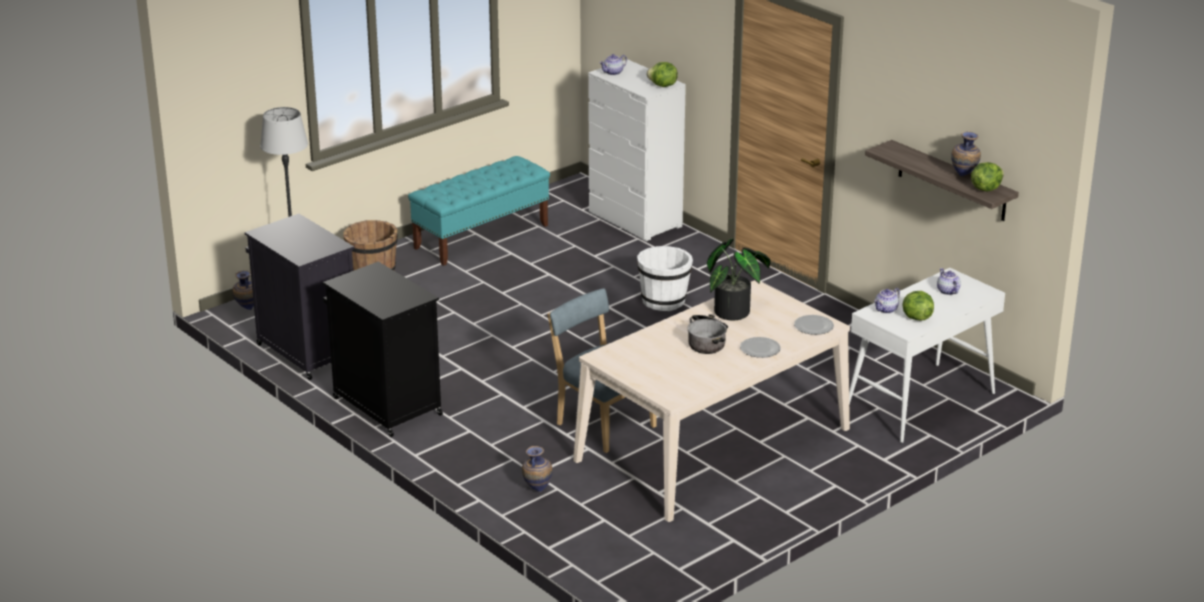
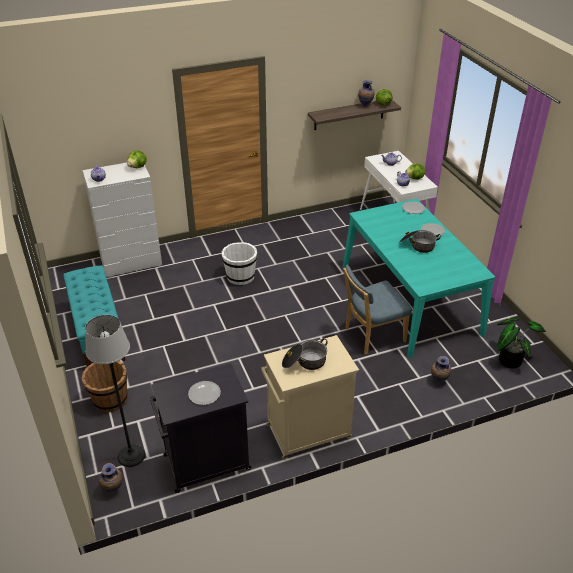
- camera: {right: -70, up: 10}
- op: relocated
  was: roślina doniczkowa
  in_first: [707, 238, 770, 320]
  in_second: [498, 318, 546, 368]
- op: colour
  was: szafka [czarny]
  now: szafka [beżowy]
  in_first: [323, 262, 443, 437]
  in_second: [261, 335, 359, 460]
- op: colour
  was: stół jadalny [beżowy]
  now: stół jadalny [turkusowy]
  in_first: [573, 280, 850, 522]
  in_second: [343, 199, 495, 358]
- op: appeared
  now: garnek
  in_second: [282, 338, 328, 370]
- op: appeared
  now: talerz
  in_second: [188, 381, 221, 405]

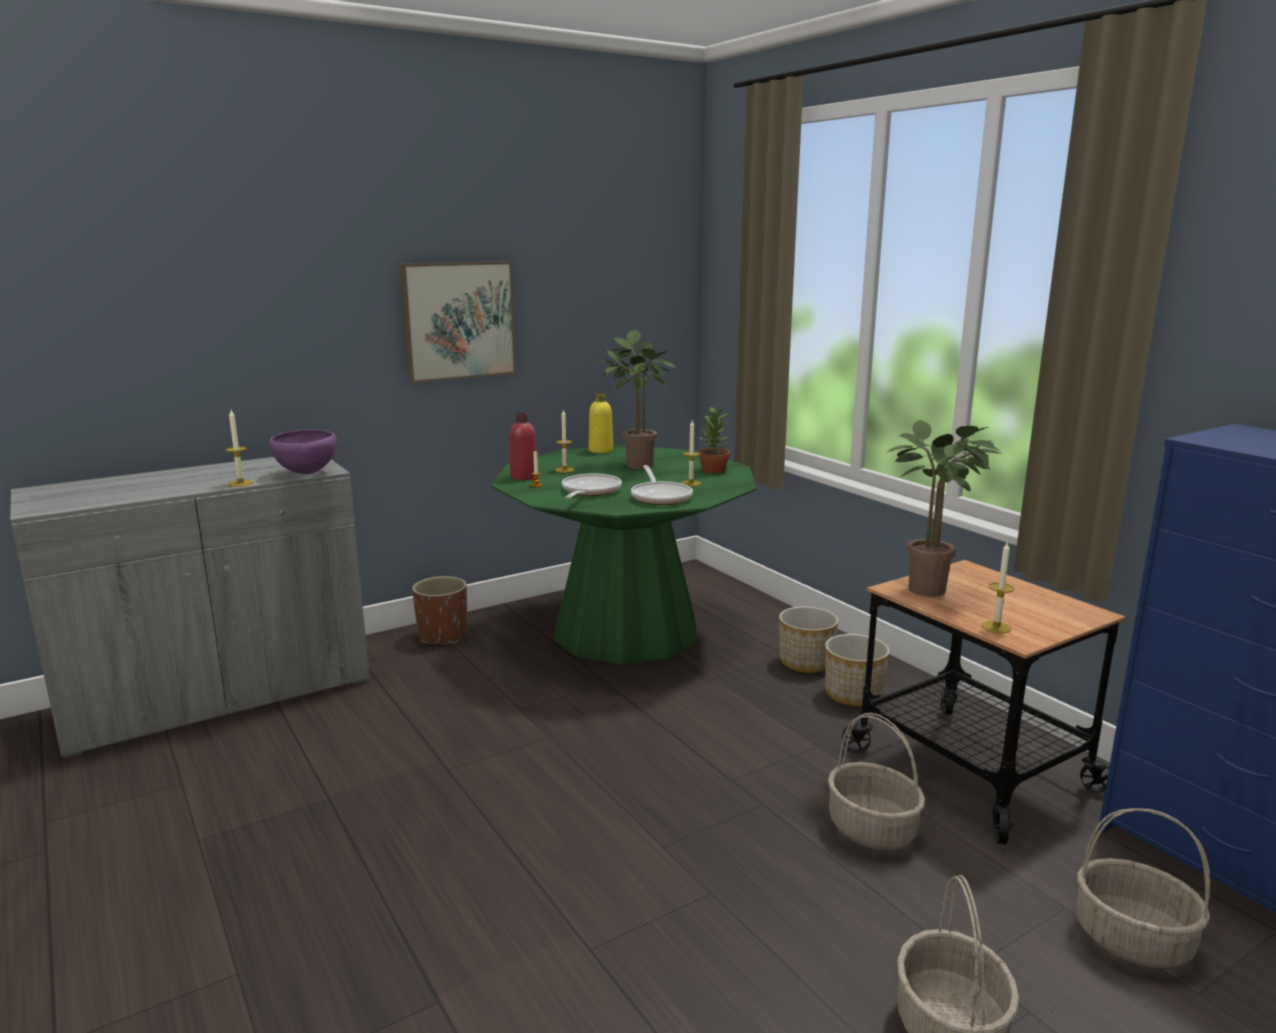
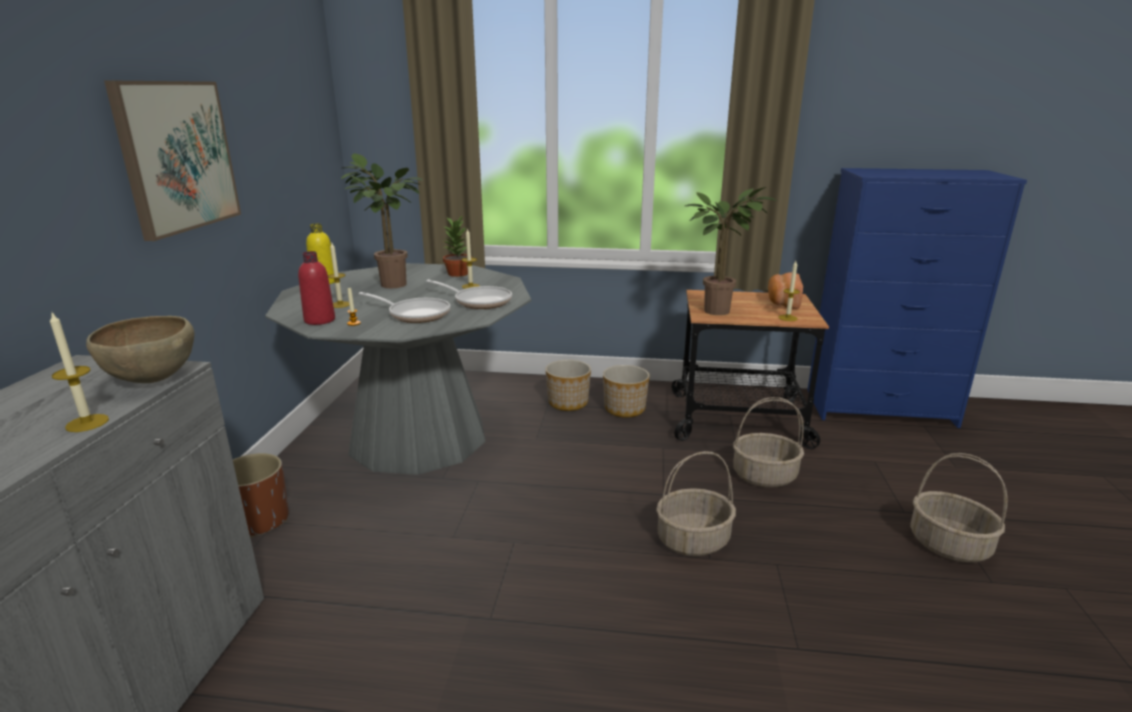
- camera: {right: -50, up: 5}
- op: colour
  was: miska [fioletowy]
  now: miska [brązowy]
  in_first: [269, 429, 337, 474]
  in_second: [86, 316, 194, 383]
- op: colour
  was: stół jadalny [zielony]
  now: stół jadalny [szary]
  in_first: [491, 446, 756, 664]
  in_second: [265, 263, 531, 475]
- op: spun
  was: patelnia
  in_first: [562, 473, 622, 498]
  in_second: [358, 292, 451, 323]
  clockwise: 150
- op: relocated
  was: koszyk
  in_first: [1076, 808, 1210, 968]
  in_second: [656, 451, 736, 556]
- op: appeared
  now: chleb
  in_second: [768, 272, 803, 309]

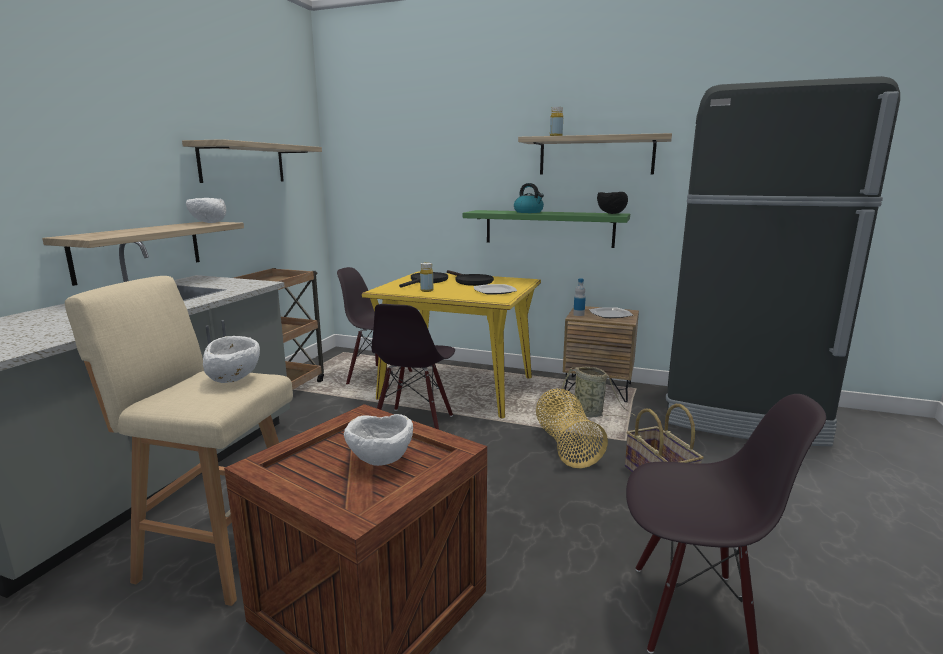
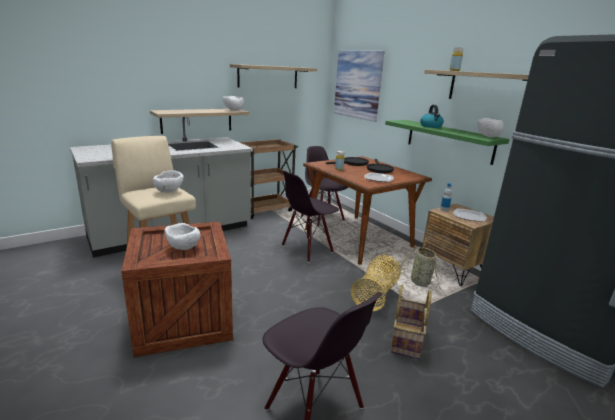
- camera: {right: 35, up: 5}
- op: colour
  was: miska [czarny]
  now: miska [biały]
  in_first: [597, 192, 628, 214]
  in_second: [477, 118, 504, 137]
- op: colour
  was: stół jadalny [żółty]
  now: stół jadalny [brązowy]
  in_first: [362, 272, 541, 418]
  in_second: [303, 156, 432, 265]
- op: appeared
  now: obraz
  in_second: [334, 51, 384, 122]

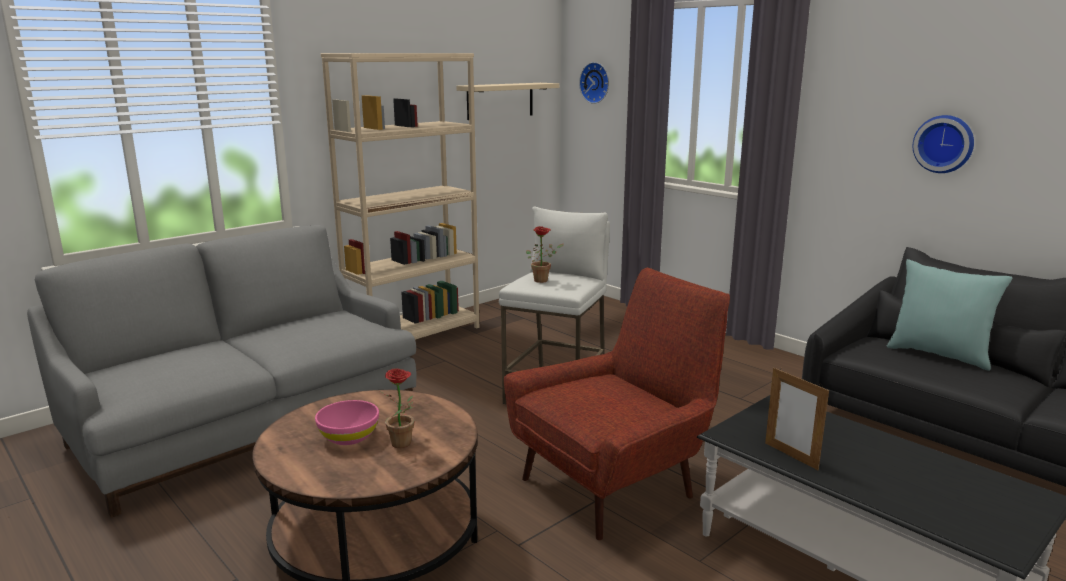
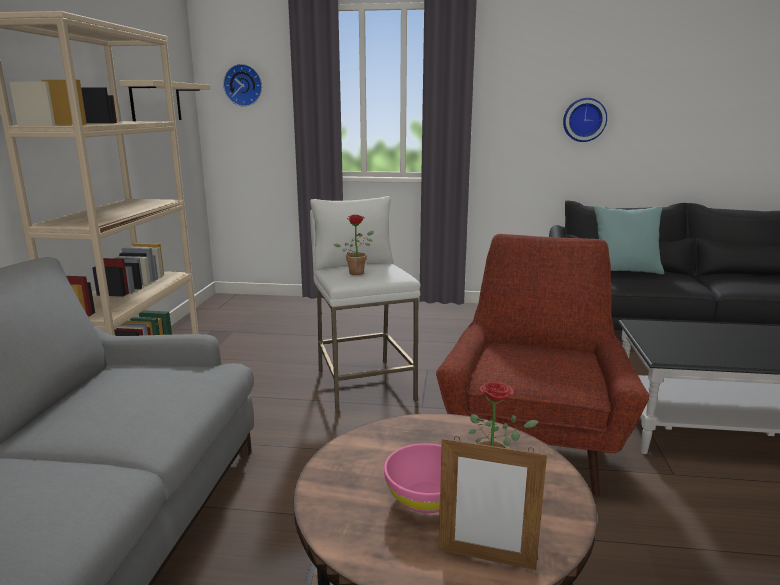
- camera: {right: -40, up: 0}
- op: relocated
  was: ramka na zdjęcie
  in_first: [765, 368, 829, 470]
  in_second: [438, 436, 547, 570]

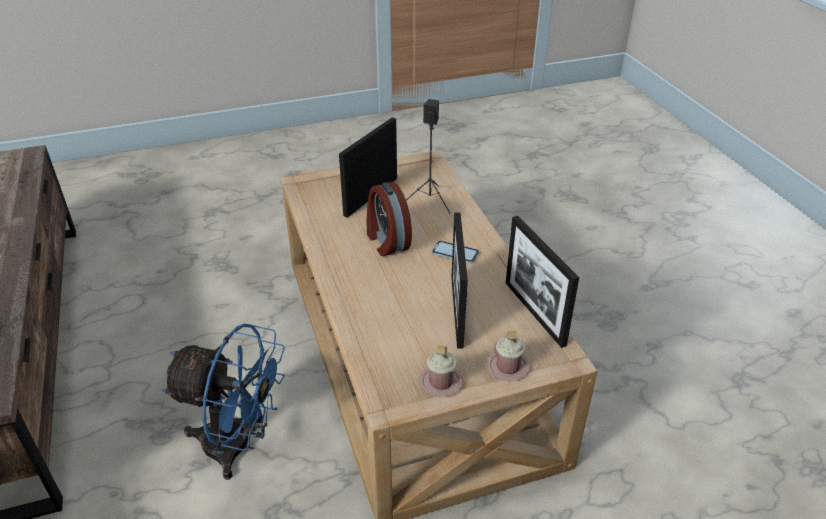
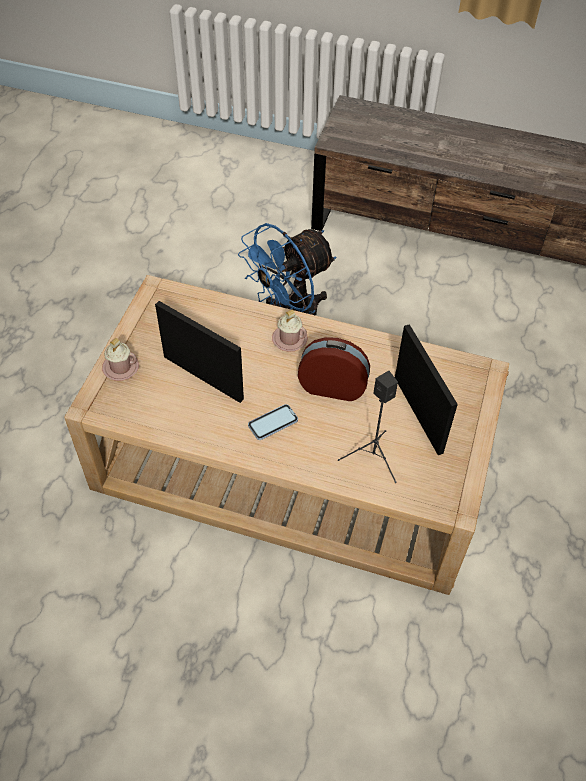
- camera: {right: 125, up: 15}
- op: missing
  was: ramka na zdjęcie
  in_first: [506, 216, 579, 348]
- op: relocated
  was: kubek [różowy]
  in_first: [419, 345, 463, 397]
  in_second: [272, 309, 308, 352]

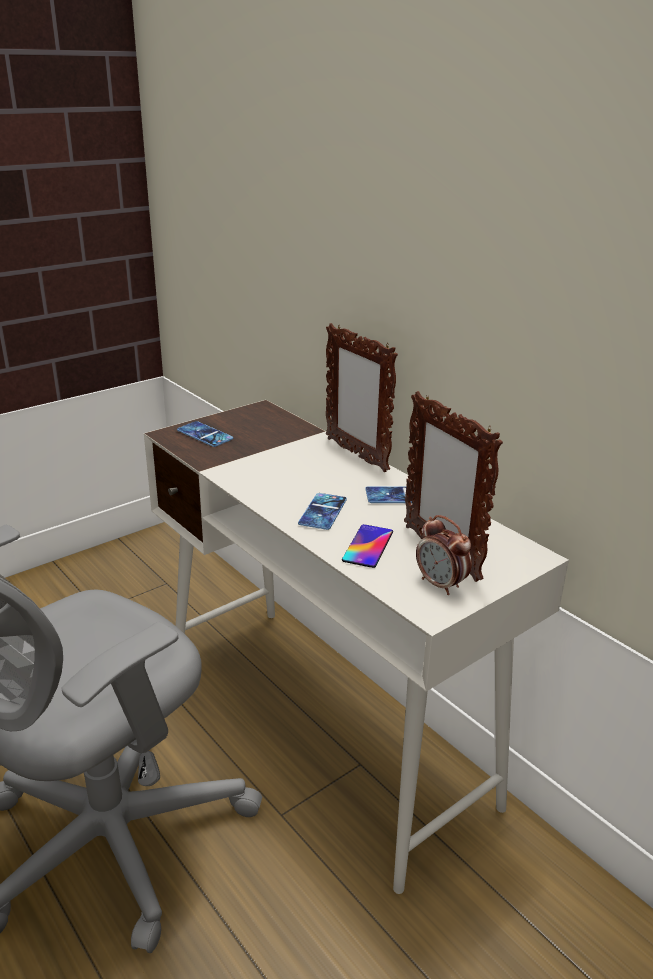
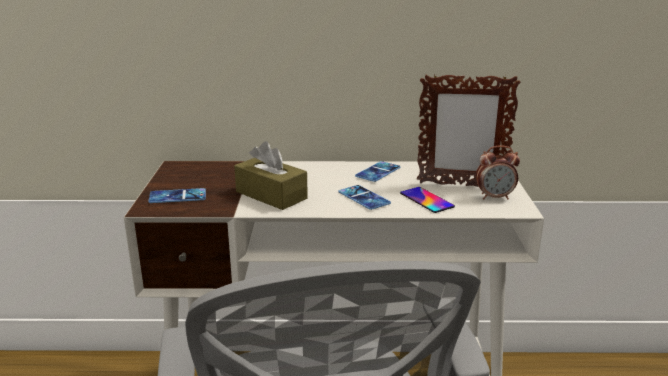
- camera: {right: -50, up: -5}
- op: missing
  was: ramka na zdjęcie
  in_first: [326, 323, 398, 472]
- op: appeared
  now: pudełko chusteczek [brązowy]
  in_second: [234, 141, 308, 210]

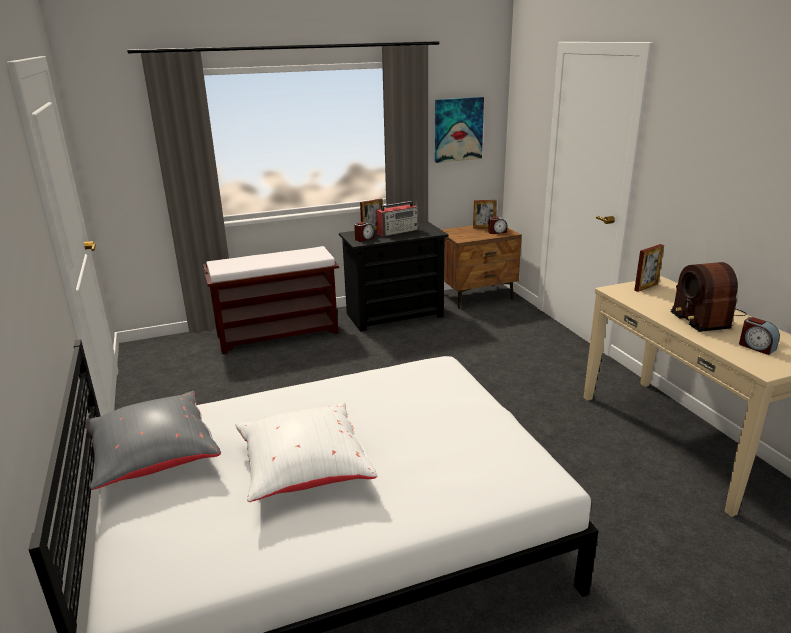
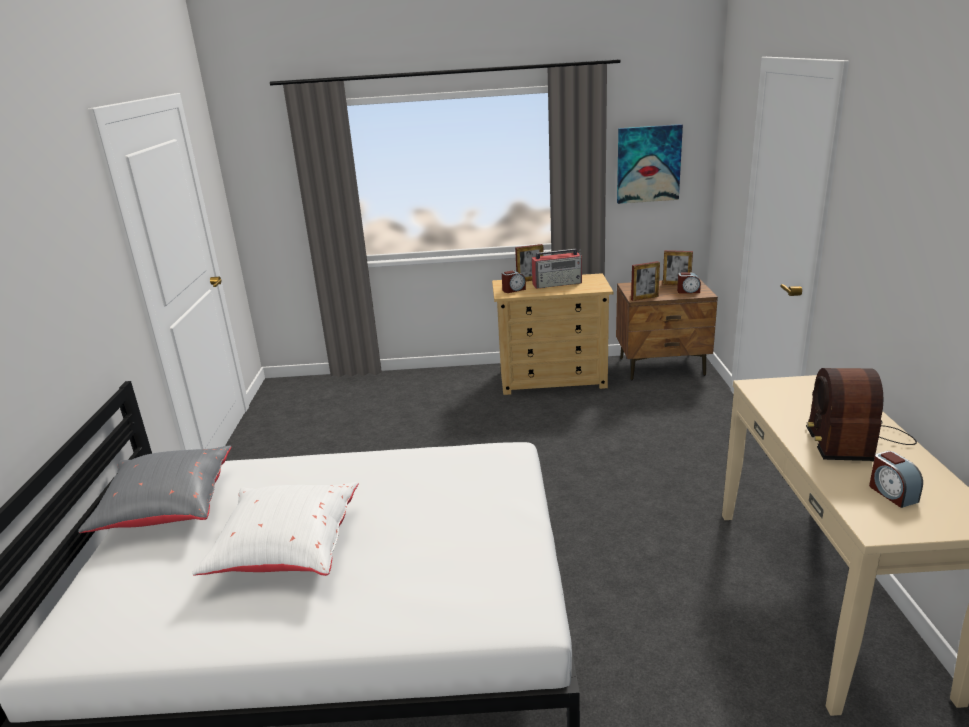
- camera: {right: 20, up: 0}
- op: colour
  was: komoda [czarny]
  now: komoda [beżowy]
  in_first: [339, 222, 448, 332]
  in_second: [492, 273, 613, 395]
- op: relocated
  was: ramka na zdjęcie
  in_first: [634, 244, 664, 292]
  in_second: [631, 261, 660, 301]
- op: missing
  was: ławka [brązowy]
  in_first: [203, 246, 339, 354]

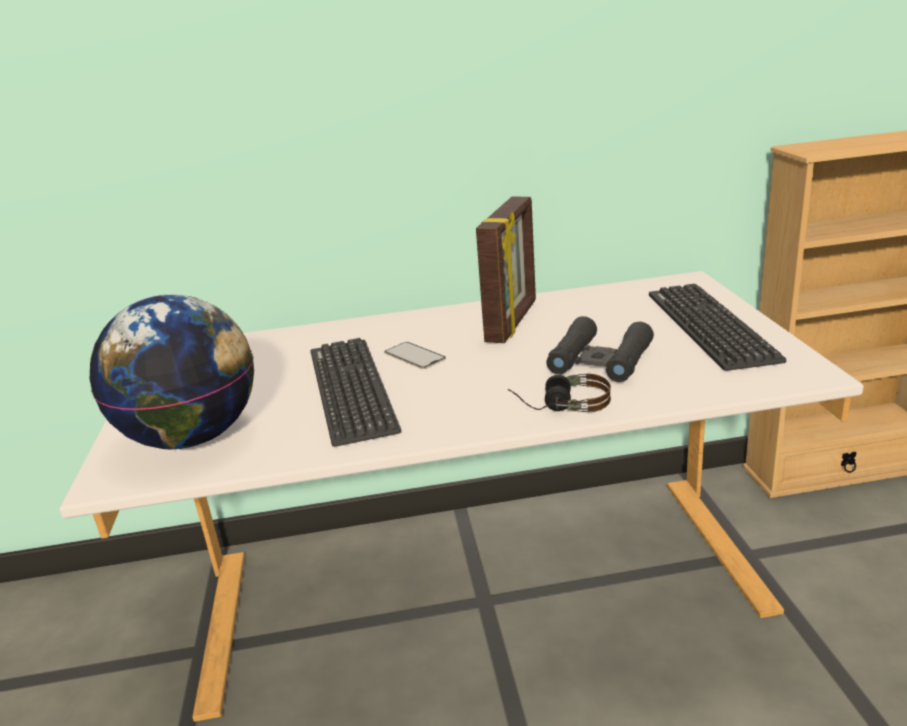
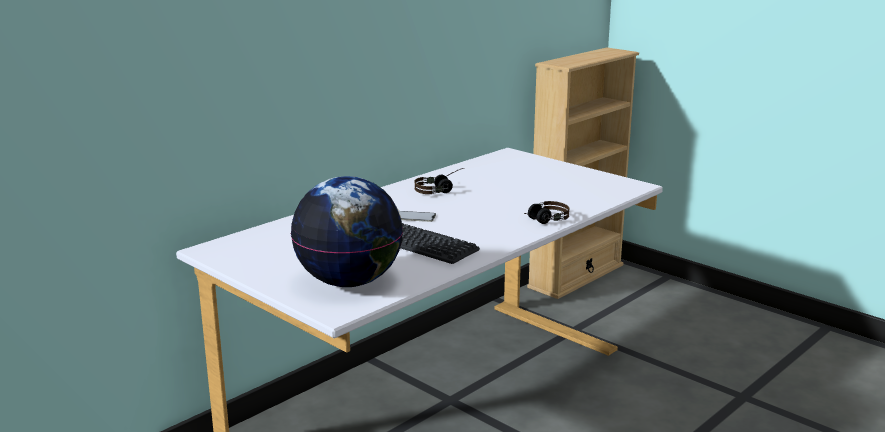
- camera: {right: -40, up: -5}
- op: exchanged
  was: ramka na zdjęcie
  now: słuchawki
  in_first: [476, 197, 536, 343]
  in_second: [414, 168, 465, 194]
- op: missing
  was: klawiatura
  in_first: [649, 284, 786, 371]
- op: missing
  was: lornetka [czarny]
  in_first: [546, 316, 654, 382]

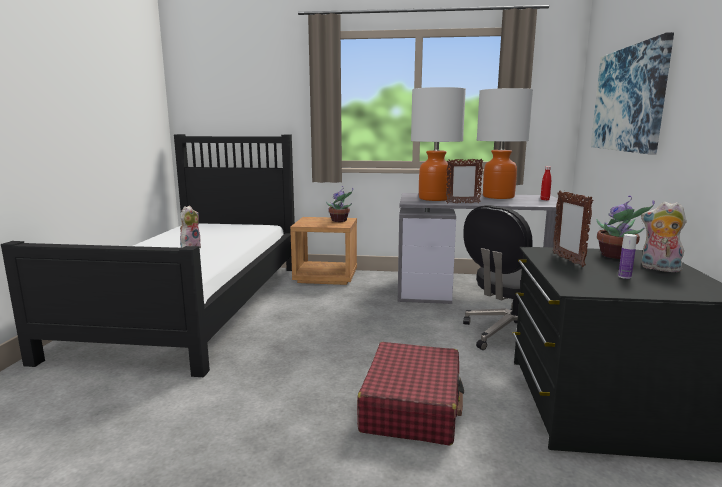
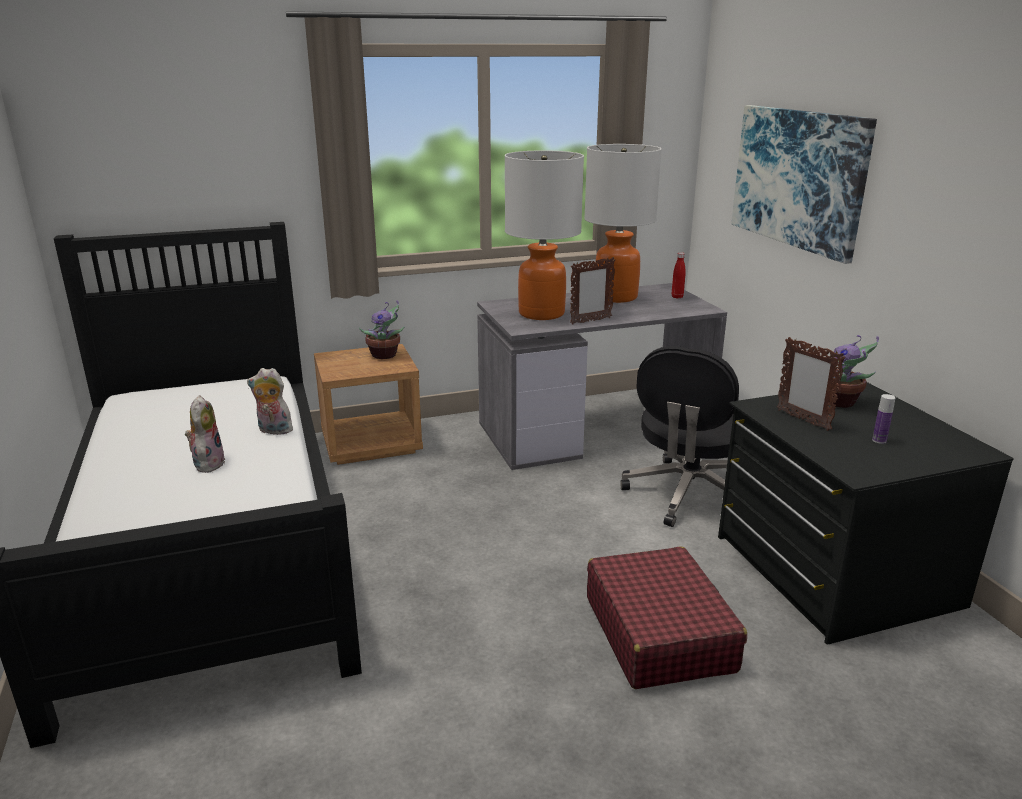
- camera: {right: -25, up: 10}
- op: relocated
  was: pluszak
  in_first: [641, 202, 687, 273]
  in_second: [247, 368, 295, 435]

